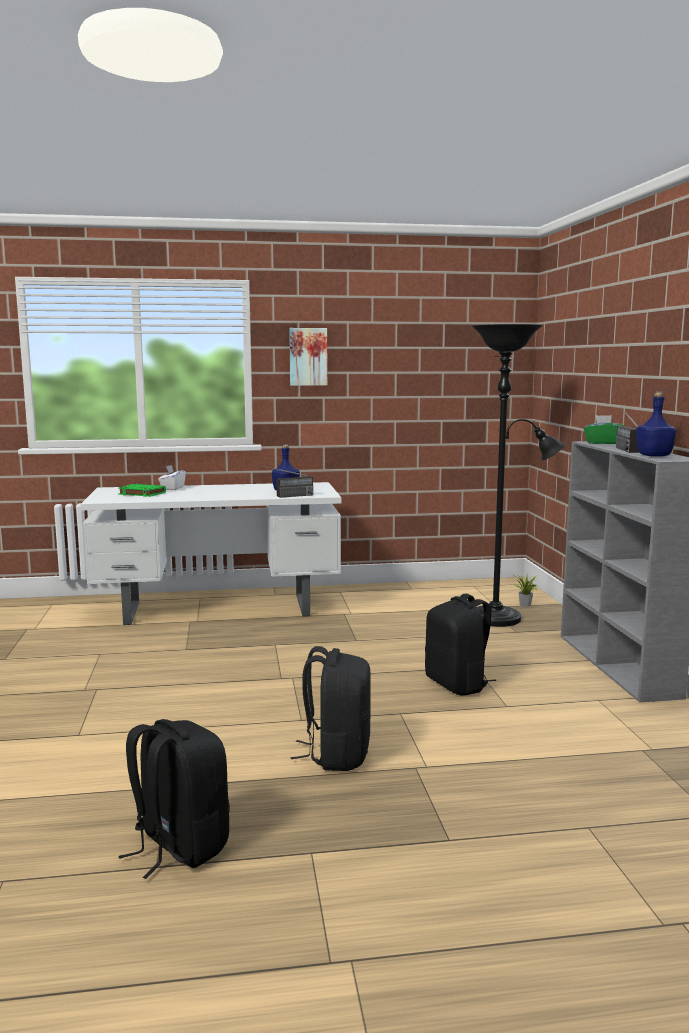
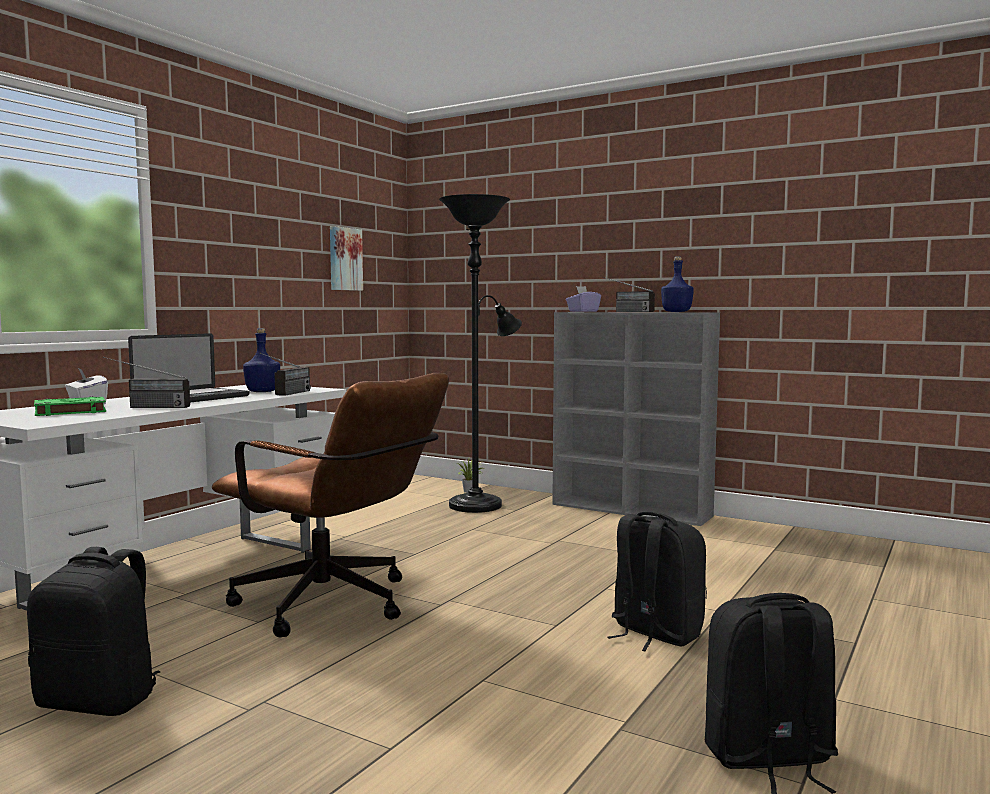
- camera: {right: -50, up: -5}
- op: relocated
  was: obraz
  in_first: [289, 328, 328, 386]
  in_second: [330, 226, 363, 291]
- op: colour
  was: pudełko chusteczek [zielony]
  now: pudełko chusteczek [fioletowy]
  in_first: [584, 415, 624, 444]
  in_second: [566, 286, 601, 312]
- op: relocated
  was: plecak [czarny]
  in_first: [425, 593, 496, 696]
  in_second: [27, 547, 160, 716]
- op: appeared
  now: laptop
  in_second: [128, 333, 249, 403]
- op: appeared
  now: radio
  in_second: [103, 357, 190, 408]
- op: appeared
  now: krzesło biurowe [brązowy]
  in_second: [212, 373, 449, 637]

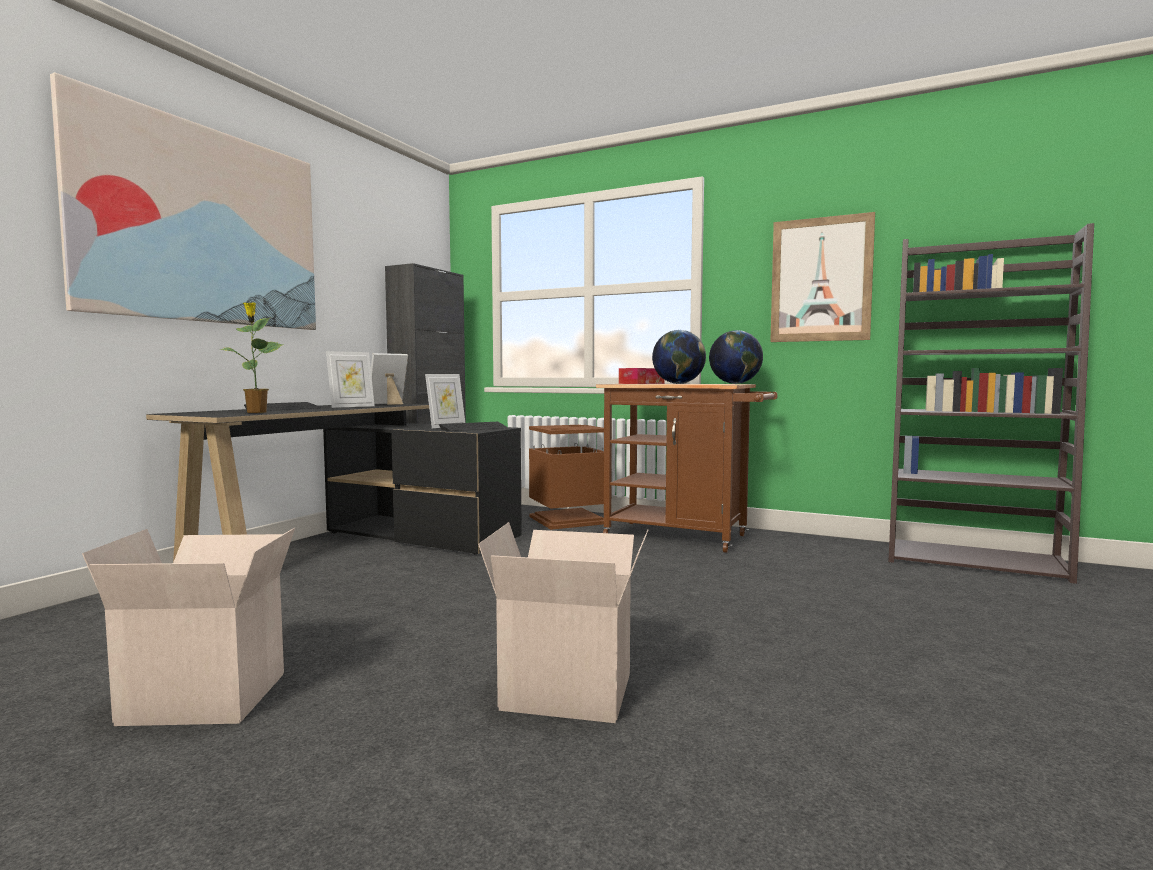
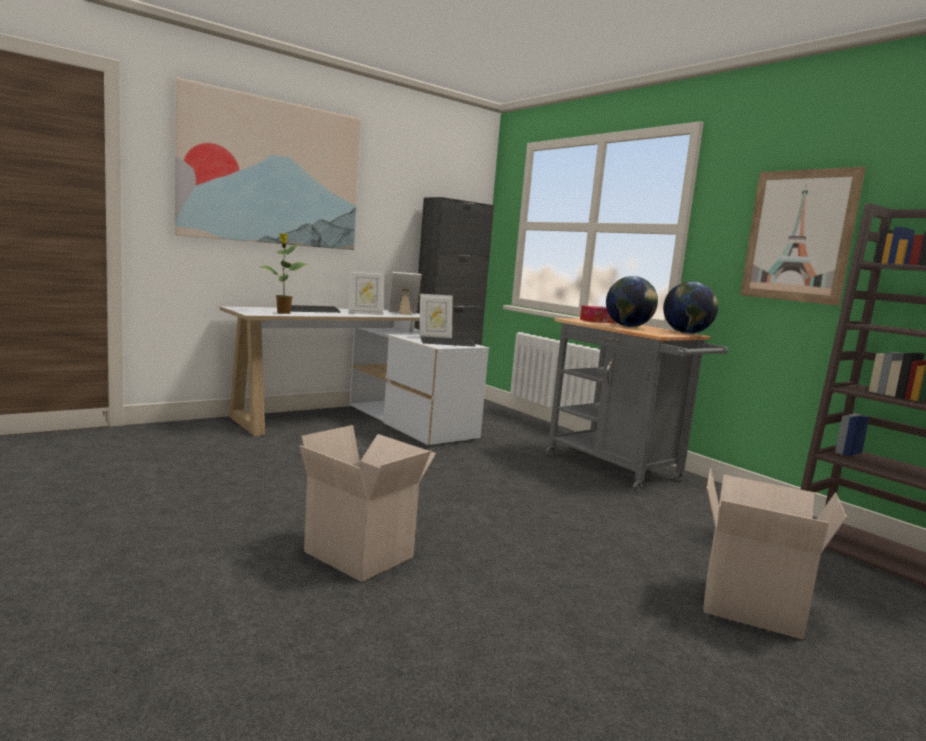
- camera: {right: 25, up: 5}
- op: colour
  was: wózek [brązowy]
  now: wózek [szary]
  in_first: [596, 384, 778, 553]
  in_second: [546, 318, 728, 491]
- op: colour
  was: biurko [czarny]
  now: biurko [biały]
  in_first: [146, 404, 522, 562]
  in_second: [220, 306, 489, 446]
- op: missing
  was: kosz na śmieci [brązowy]
  in_first: [529, 425, 604, 530]
- op: relocated
  was: karton
  in_first: [82, 528, 295, 726]
  in_second: [703, 468, 847, 640]

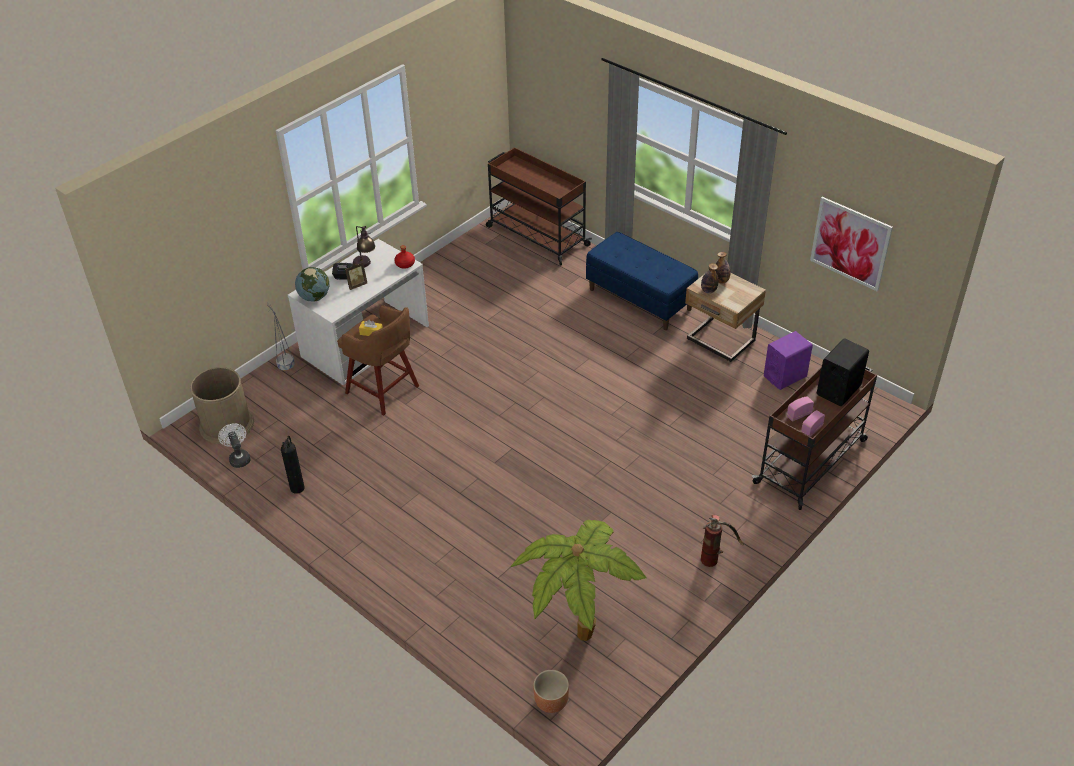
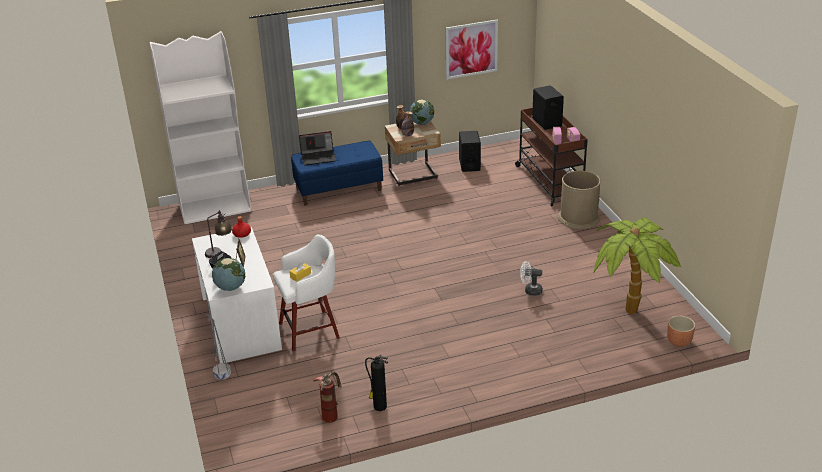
- camera: {right: -60, up: -10}
- op: exchanged
  was: wózek [brązowy]
  now: regał [biały]
  in_first: [486, 147, 592, 266]
  in_second: [149, 31, 252, 224]
- op: colour
  was: stołek [brązowy]
  now: stołek [biały]
  in_first: [337, 305, 419, 415]
  in_second: [273, 234, 340, 351]
- op: colour
  was: głośnik [fioletowy]
  now: głośnik [czarny]
  in_first: [764, 331, 813, 390]
  in_second: [459, 131, 481, 172]
- op: relocated
  was: kosz na śmieci [brązowy]
  in_first: [190, 367, 254, 444]
  in_second: [558, 171, 601, 229]
- op: relocated
  was: wentylator [biały]
  in_first: [218, 423, 251, 468]
  in_second: [520, 261, 543, 296]
- op: relocated
  was: gaśnica
  in_first: [701, 515, 744, 567]
  in_second: [312, 372, 342, 423]
- op: appeared
  now: globus
  in_second: [410, 99, 434, 125]
- op: appeared
  now: laptop
  in_second: [299, 131, 336, 165]

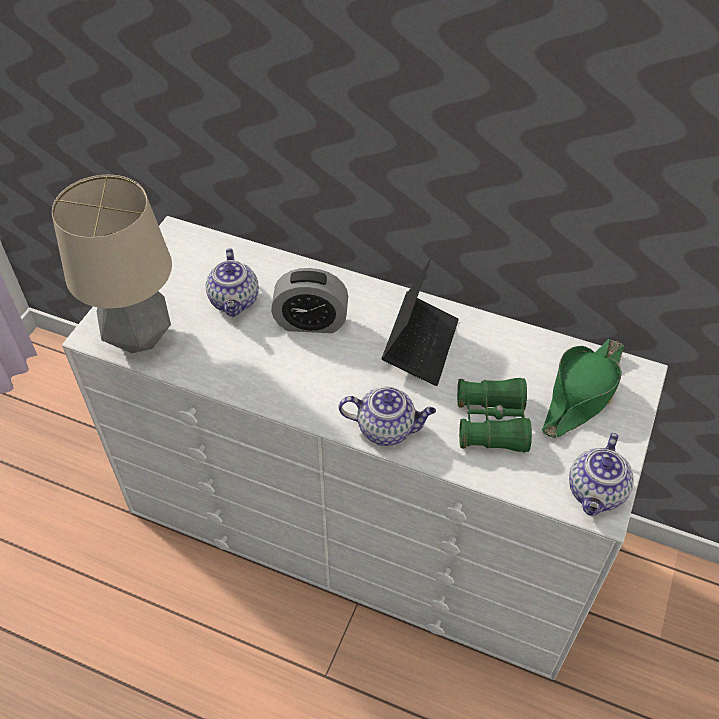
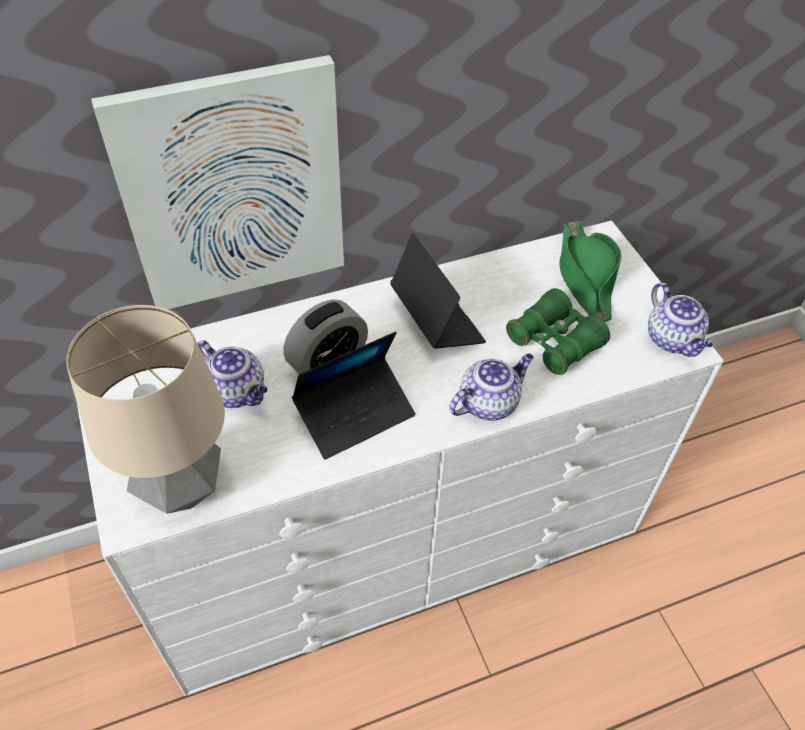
- camera: {right: -45, up: 0}
- op: appeared
  now: obraz
  in_second: [91, 55, 344, 309]
- op: appeared
  now: laptop
  in_second: [292, 332, 415, 460]

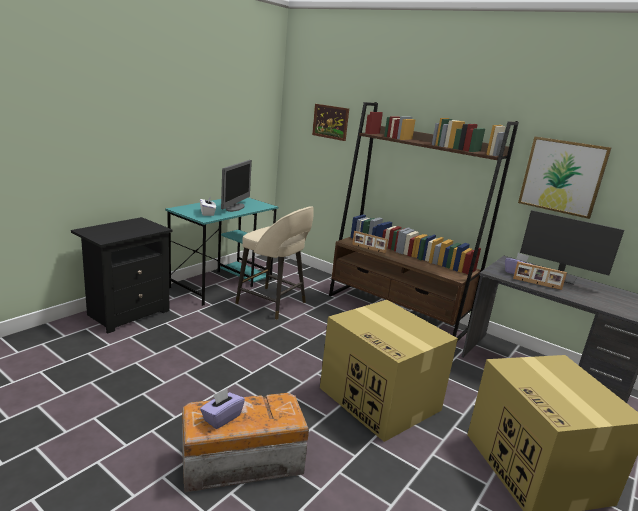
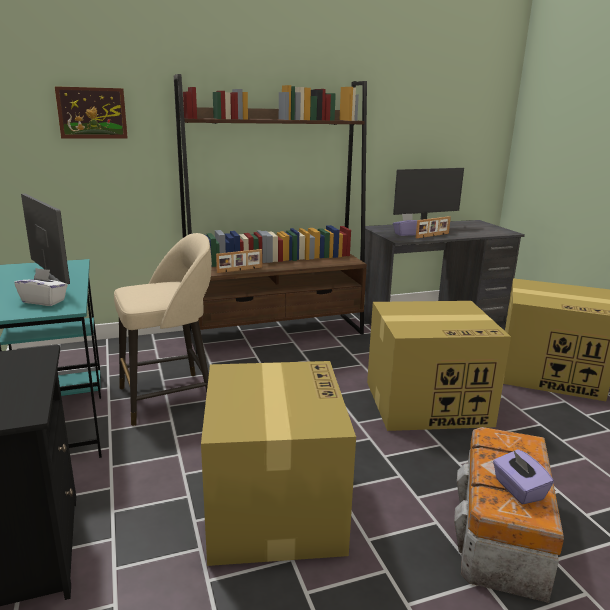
- camera: {right: -55, up: 0}
- op: missing
  was: obraz
  in_first: [518, 136, 611, 219]
- op: appeared
  now: karton
  in_second: [201, 361, 356, 566]

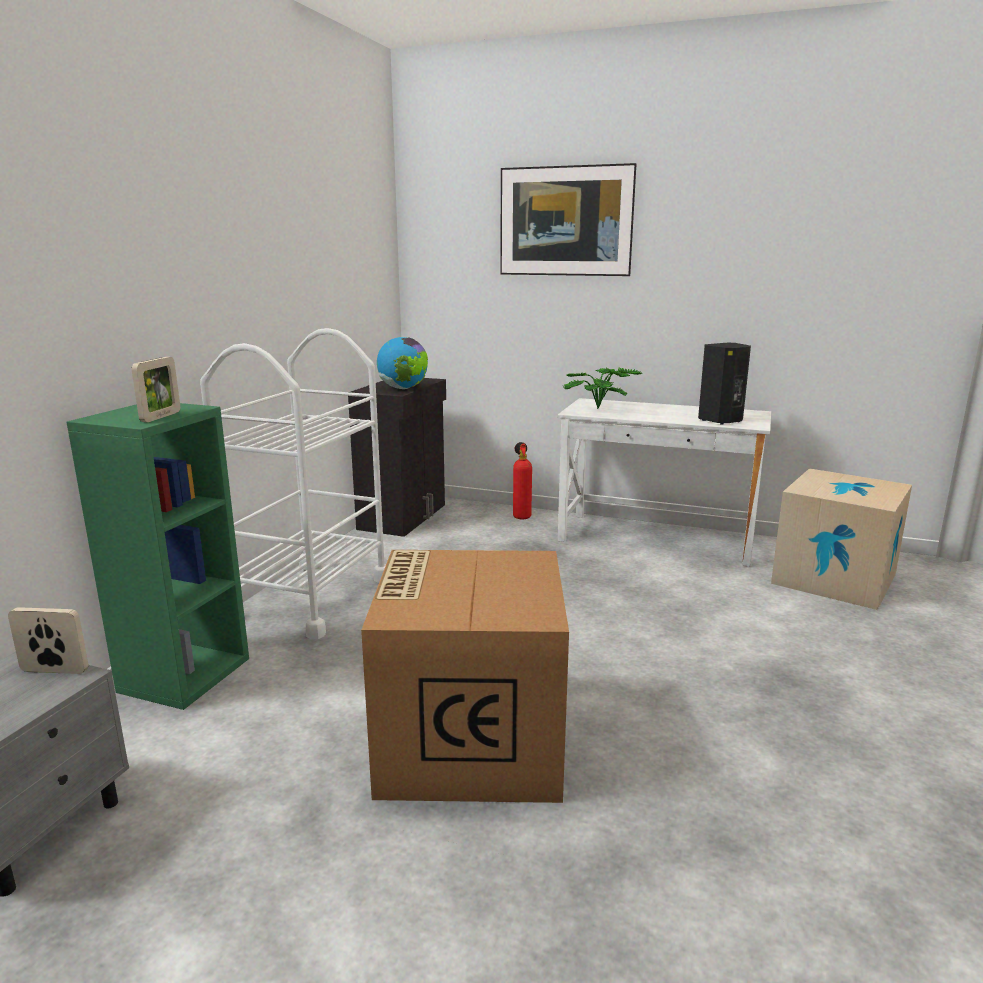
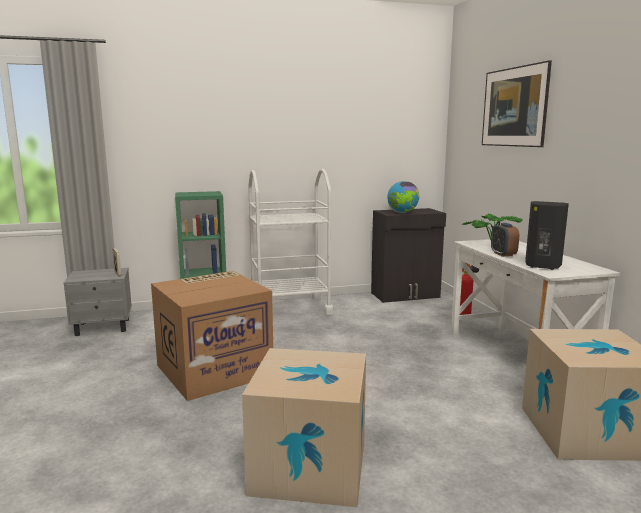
- camera: {right: 55, up: -5}
- op: missing
  was: ramka na zdjęcie
  in_first: [132, 357, 180, 422]
- op: appeared
  now: budzik
  in_second: [491, 223, 519, 257]
- op: appeared
  now: karton
  in_second: [242, 348, 366, 507]

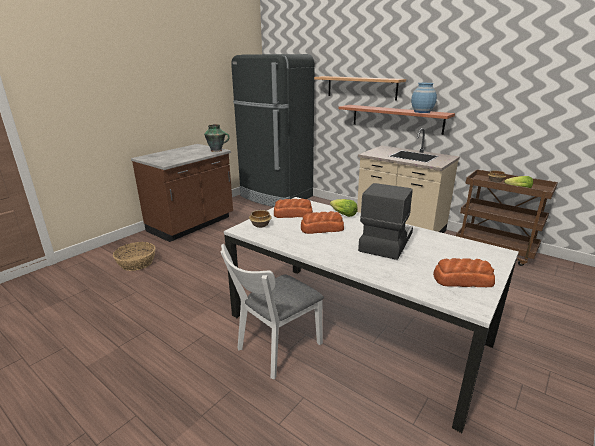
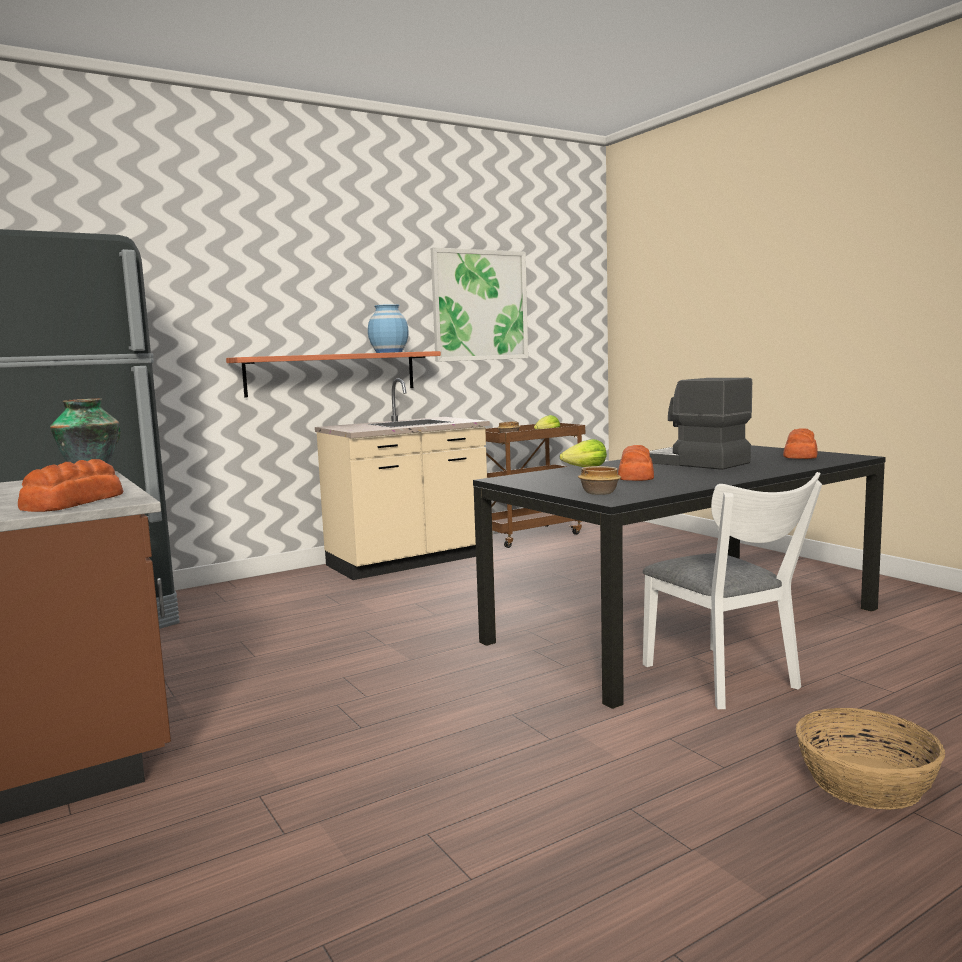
- camera: {right: -70, up: -15}
- op: missing
  was: półka
  in_first: [314, 76, 406, 101]
- op: colour
  was: stół jadalny [biały]
  now: stół jadalny [czarny]
  in_first: [224, 197, 519, 433]
  in_second: [473, 445, 886, 709]
- op: relocated
  was: chleb
  in_first: [274, 199, 313, 218]
  in_second: [18, 459, 124, 512]
- op: relocated
  was: koszyk
  in_first: [113, 242, 155, 271]
  in_second: [796, 708, 945, 810]
- op: appeared
  now: obraz
  in_second: [431, 247, 528, 362]

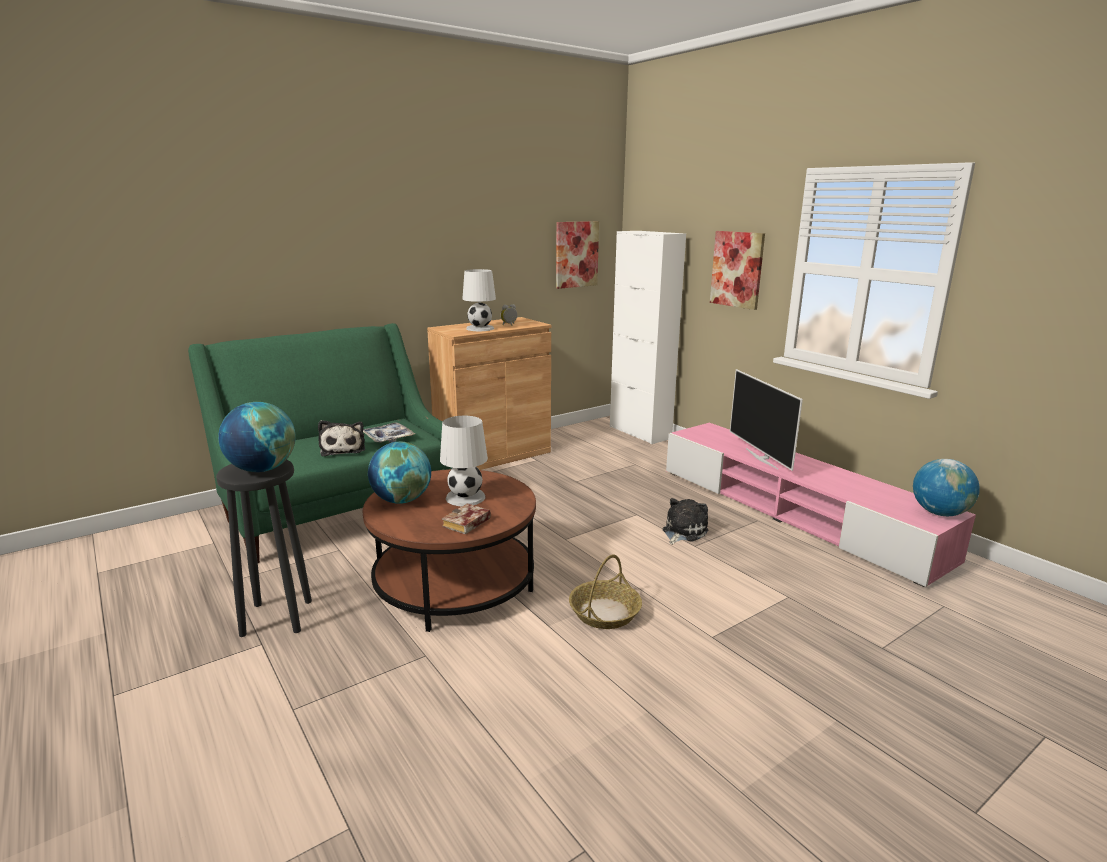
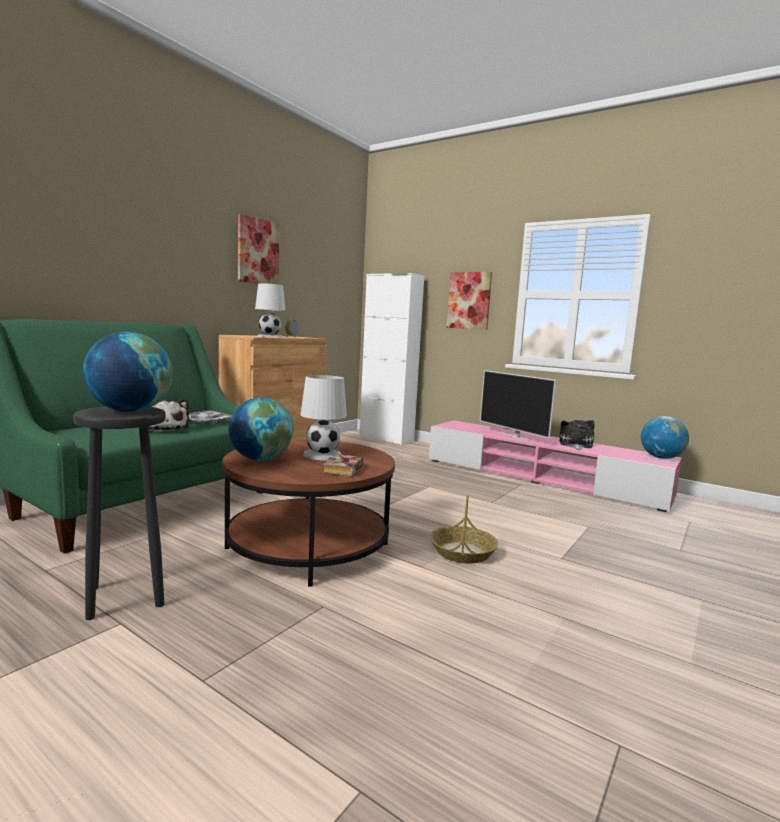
- camera: {right: -20, up: -10}
- op: relocated
  was: obraz
  in_first: [556, 221, 599, 289]
  in_second: [238, 214, 279, 284]
- op: relocated
  was: pluszak
  in_first: [663, 498, 708, 545]
  in_second: [559, 420, 595, 450]

